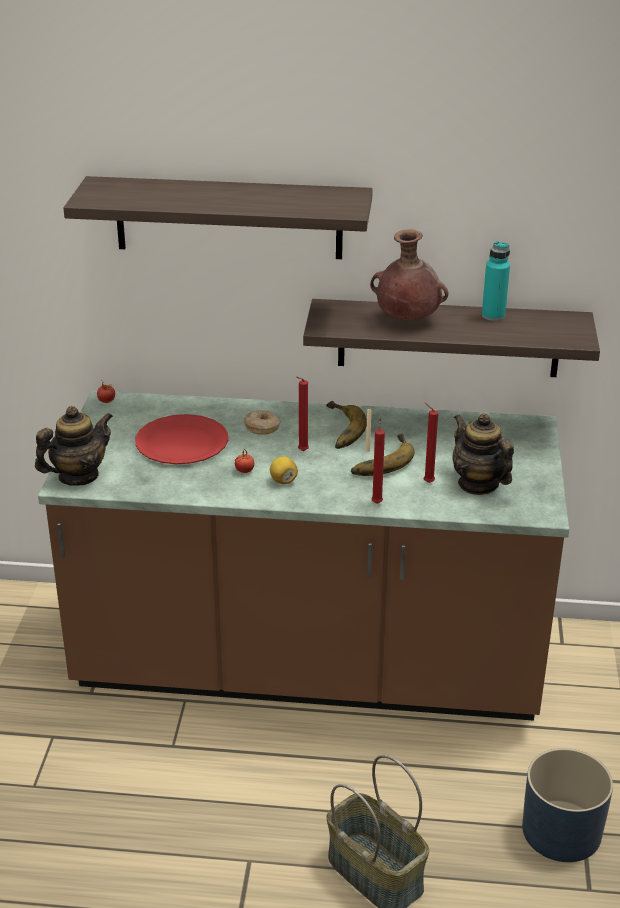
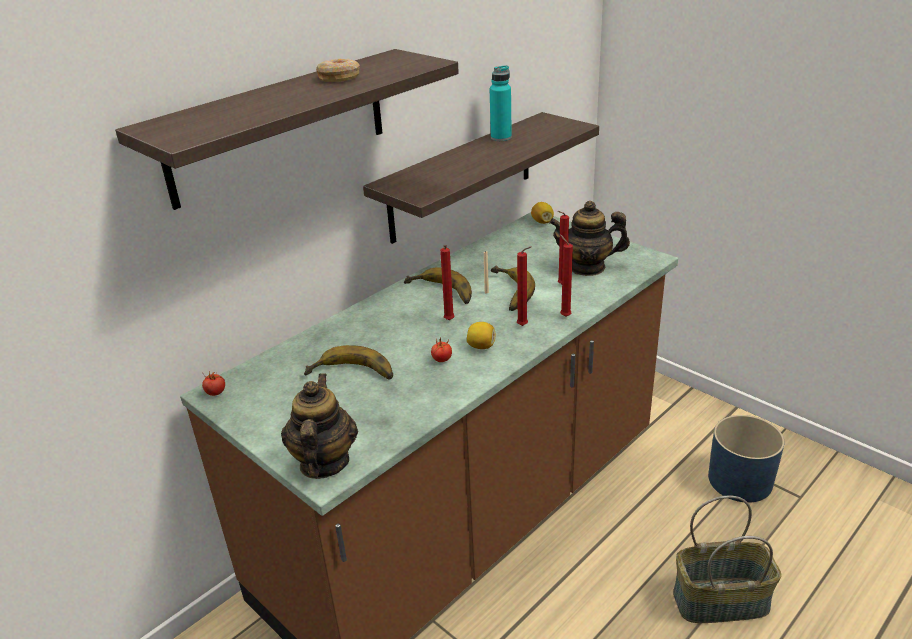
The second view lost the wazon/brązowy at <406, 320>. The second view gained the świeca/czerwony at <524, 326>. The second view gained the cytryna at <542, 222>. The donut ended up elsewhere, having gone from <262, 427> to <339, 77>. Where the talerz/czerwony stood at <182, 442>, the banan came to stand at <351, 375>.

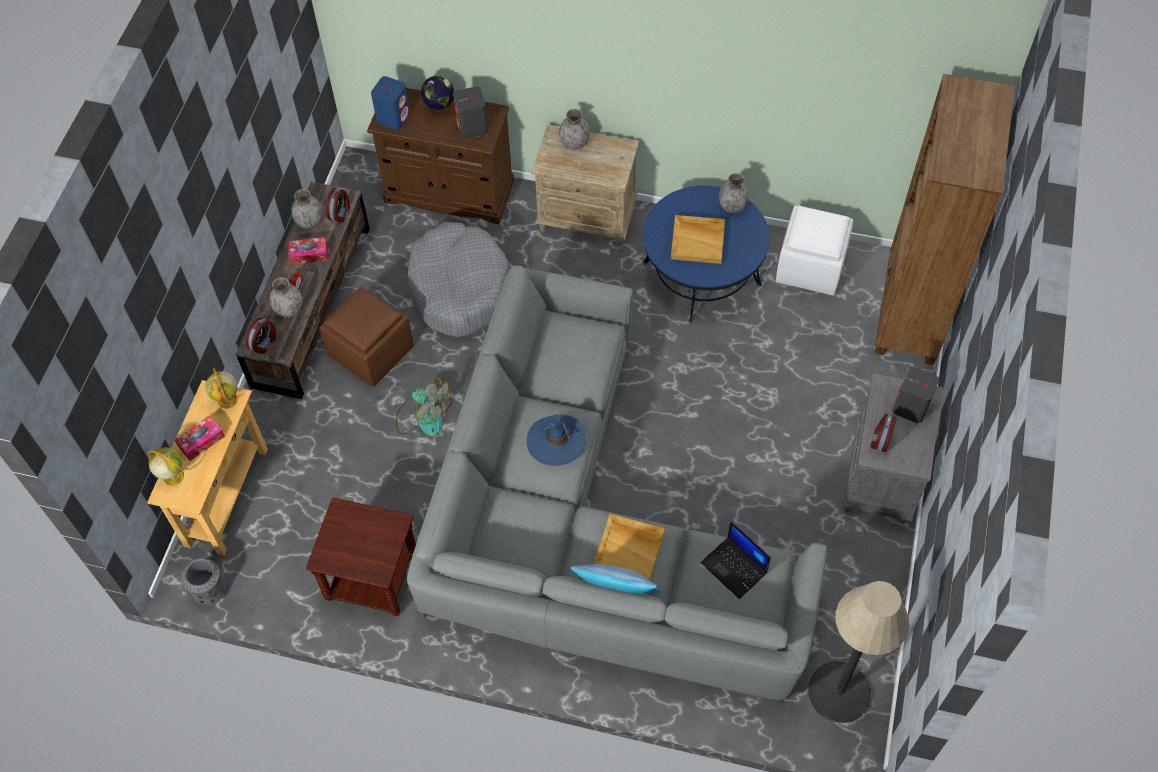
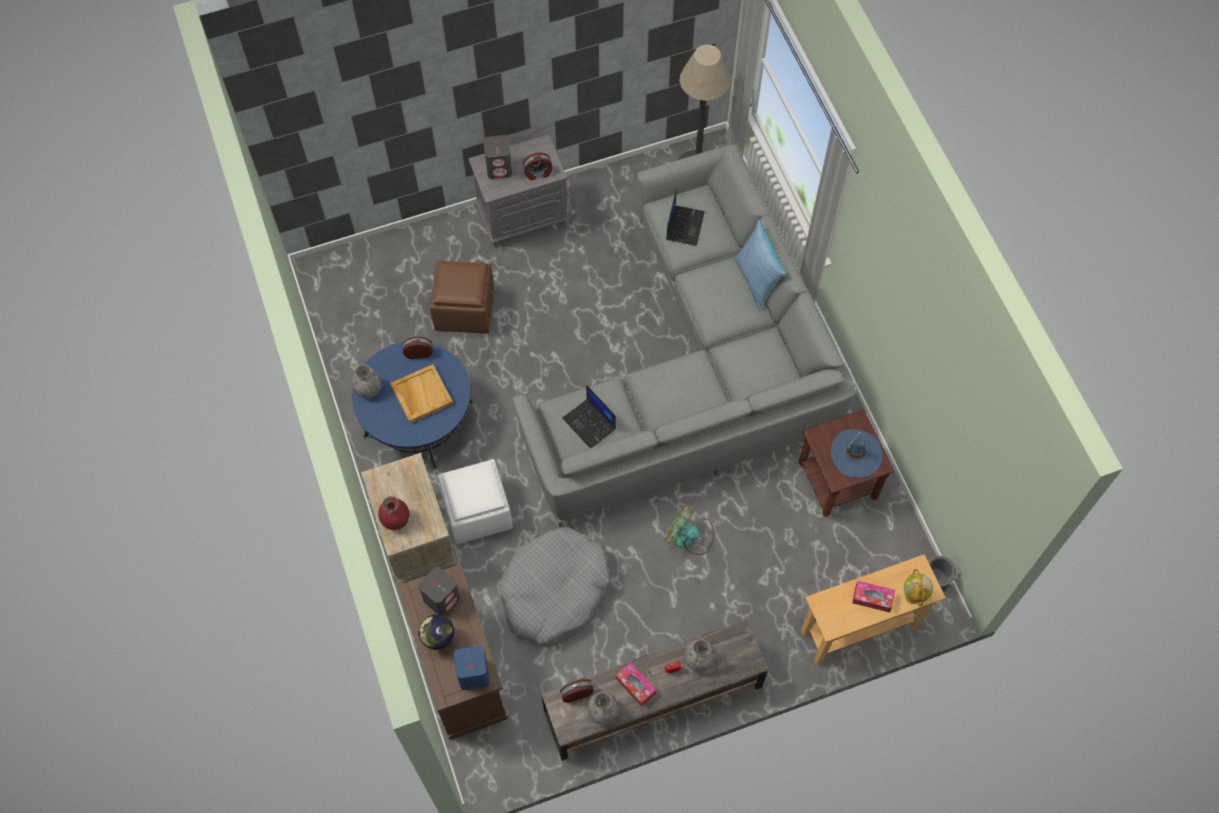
The second view lost the globus at <227, 400>. The second view lost the taca/beżowy at <629, 549>. The second view lost the regał/brązowy at <909, 312>. The second view gained the laptop at <590, 424>. The budzik ended up elsewhere, having gone from <264, 343> to <418, 352>. The pufa/brązowy ended up elsewhere, having gone from <372, 351> to <464, 309>. The kapelusz/niebieski ended up elsewhere, having gone from <556, 441> to <856, 454>. The pufa/biały ended up elsewhere, having gone from <811, 266> to <476, 511>. What was the wazon/szary at <574, 143> turned into the wazon/czerwony at <395, 520>. The wentylator at <422, 416> ended up facing another way, 60 degrees counterclockwise from before.

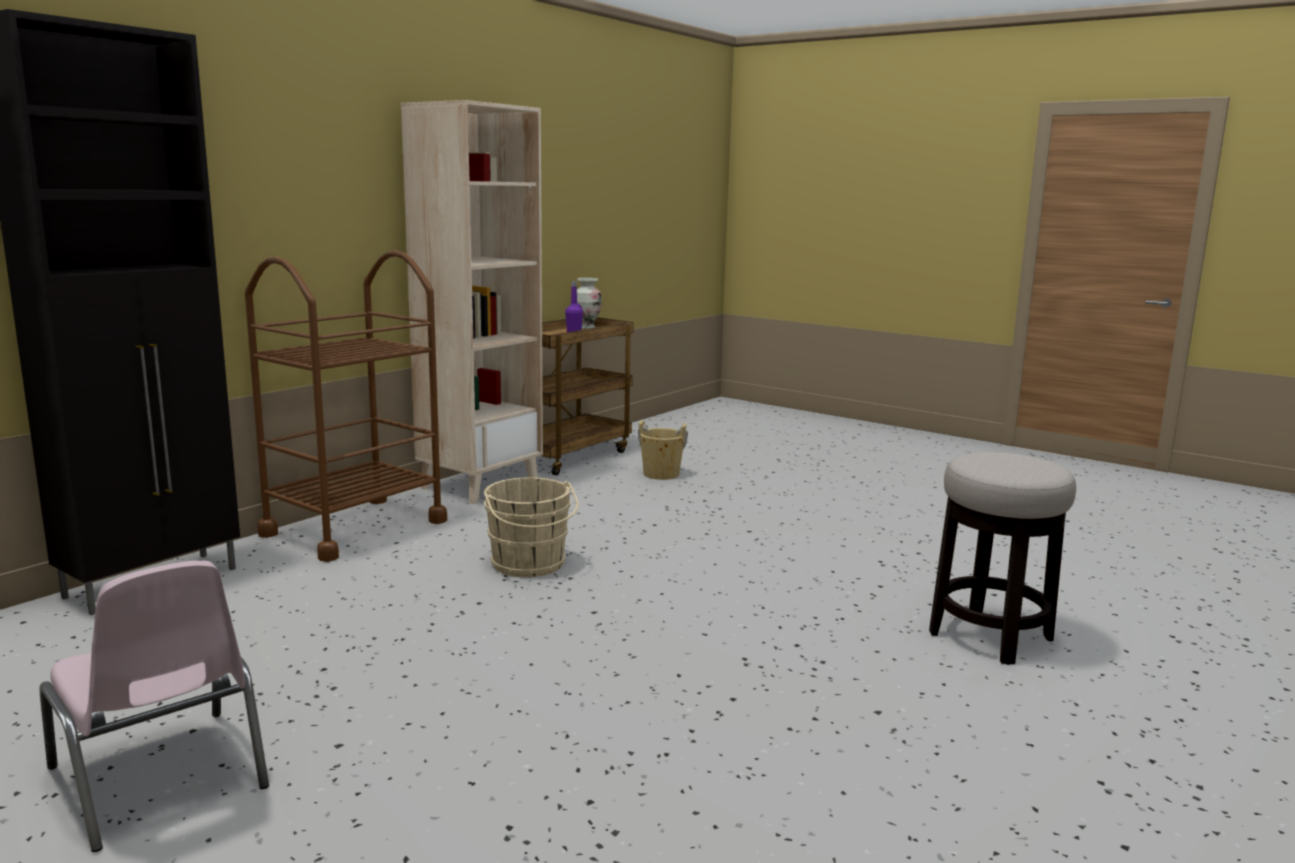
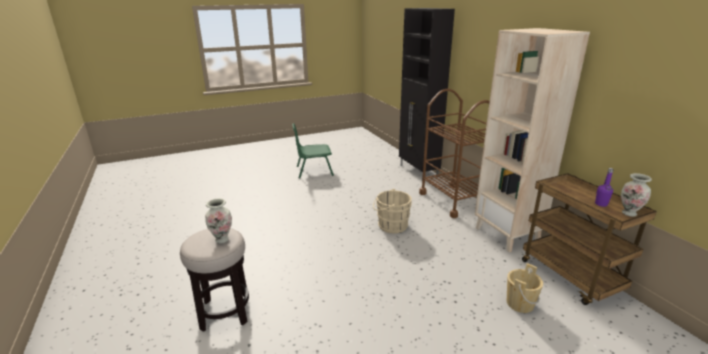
The second view gained the wazon at <222, 240>. What was the krzesło/różowy at <160, 779> turned into the krzesło/zielony at <313, 171>.

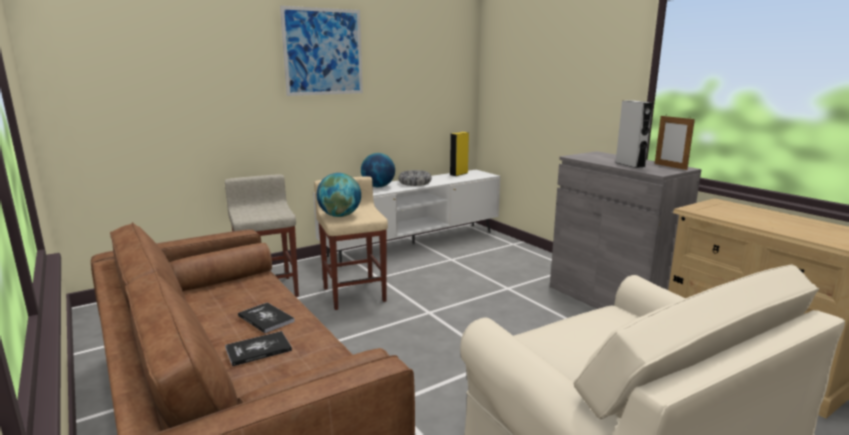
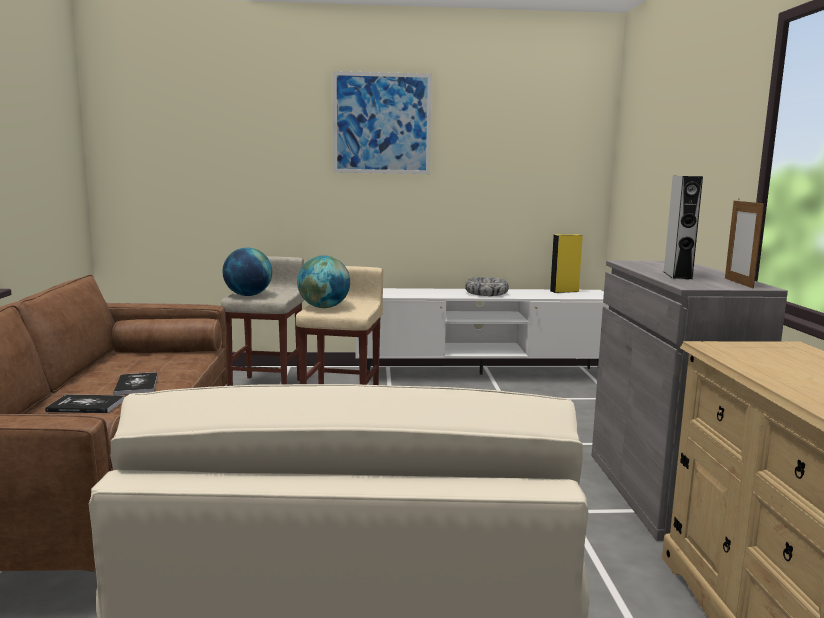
The globus ended up elsewhere, having gone from <378, 186> to <248, 295>.

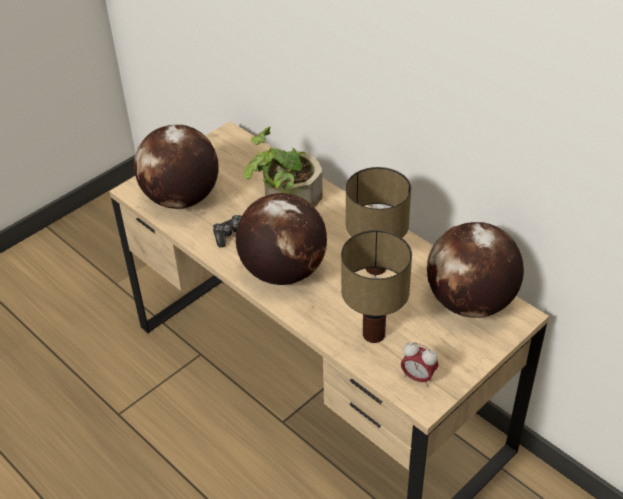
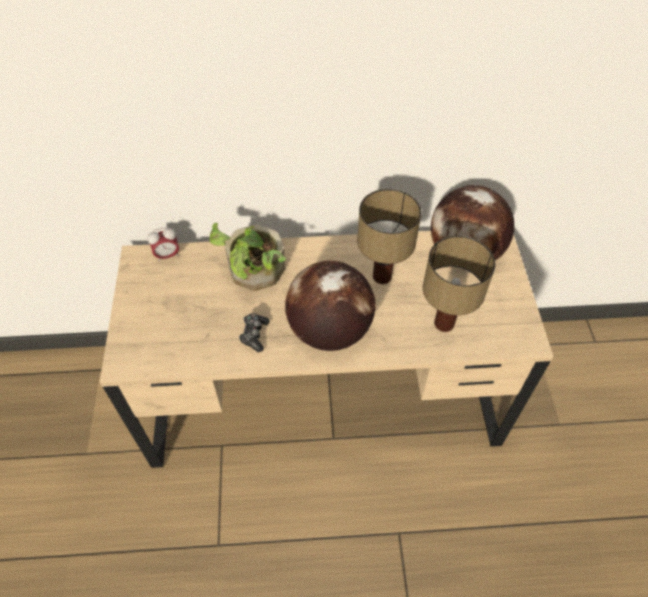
The second view lost the globus at <181, 199>. The budzik ended up elsewhere, having gone from <418, 377> to <167, 255>.

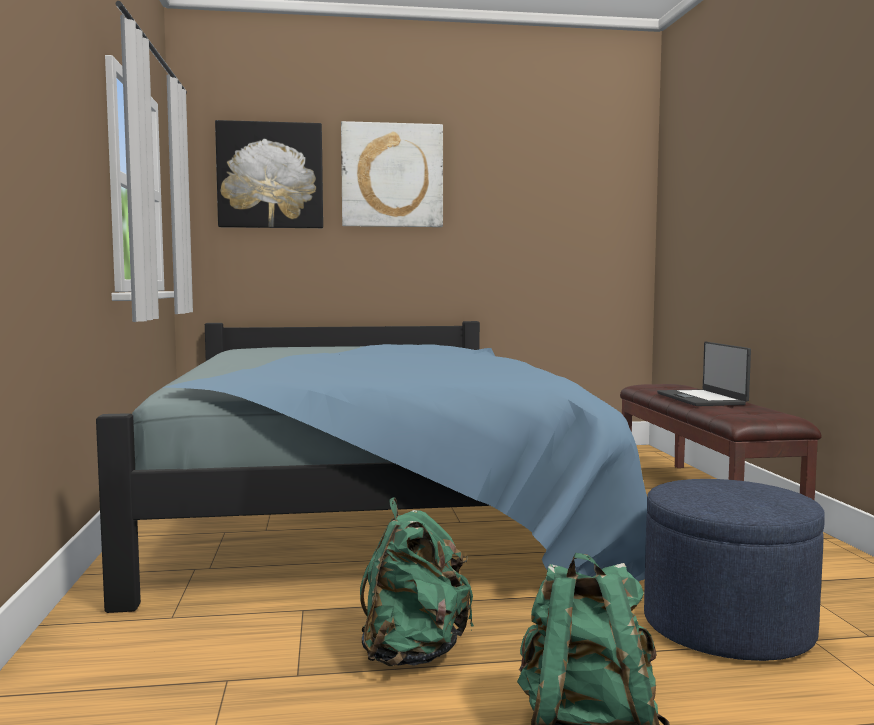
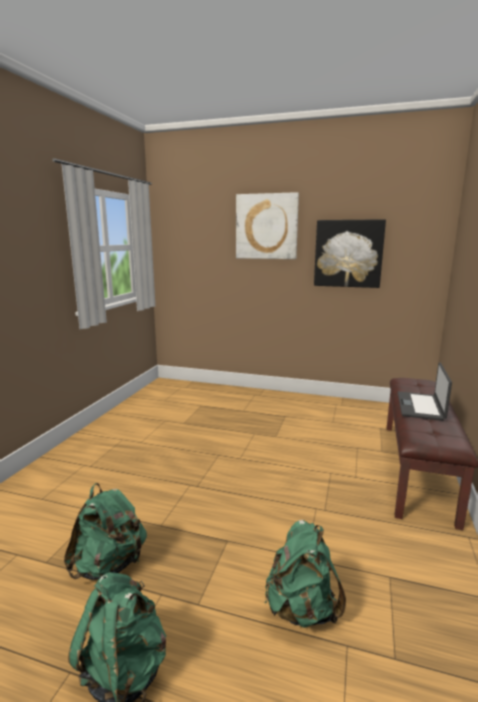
The second view lost the łóżko/niebieski at <369, 509>. The obraz ended up elsewhere, having gone from <270, 175> to <348, 253>. Where the pufa/niebieski stood at <727, 626>, the plecak/zielony came to stand at <301, 608>.

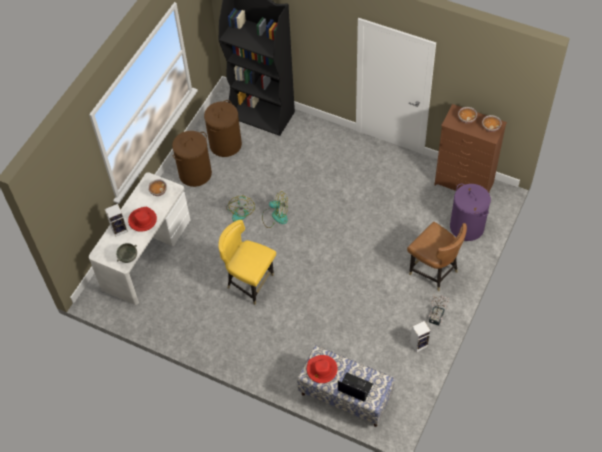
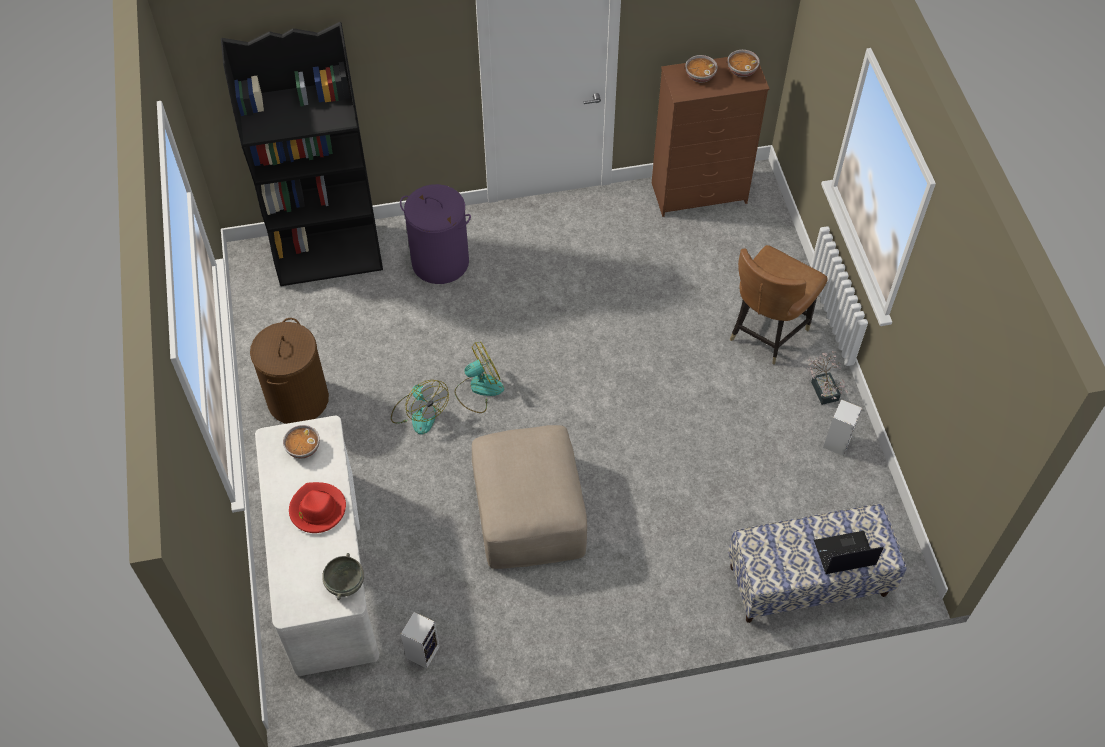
The second view lost the kosz na pranie/brązowy at <225, 144>. The second view lost the kapelusz/czerwony at <321, 370>. The głośnik ended up elsewhere, having gone from <120, 229> to <423, 651>. The kosz na pranie/fioletowy ended up elsewhere, having gone from <467, 227> to <440, 262>. Where the krzesło/żółty stood at <250, 283>, the pufa/beżowy came to stand at <528, 510>. The krzesło/brązowy at <434, 271> ended up facing another way, 120 degrees clockwise from before.

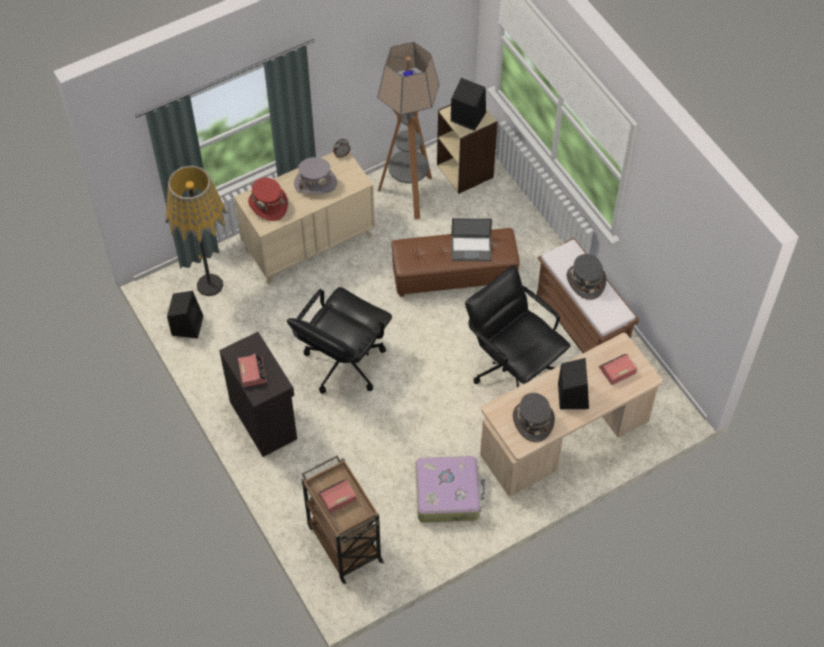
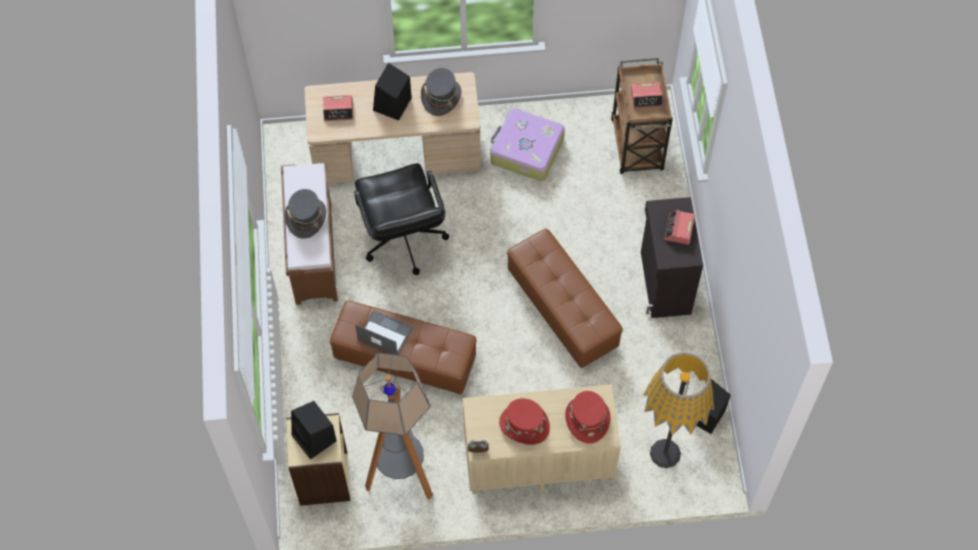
Where the krzesło biurowe/czarny stood at <343, 363>, the pufa/brązowy came to stand at <563, 309>. What was the kapelusz/szary at <315, 183> turned into the kapelusz/czerwony at <524, 425>.

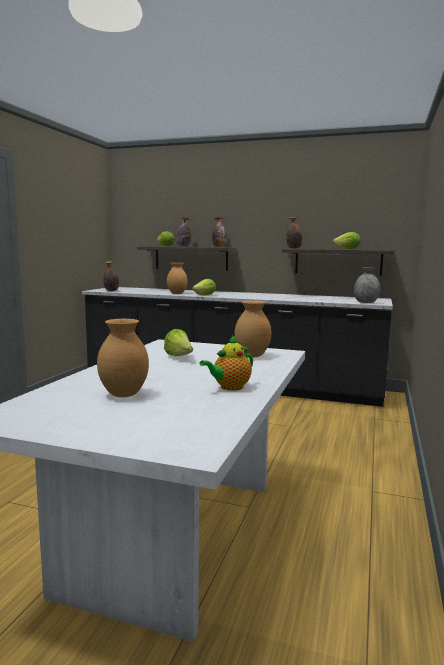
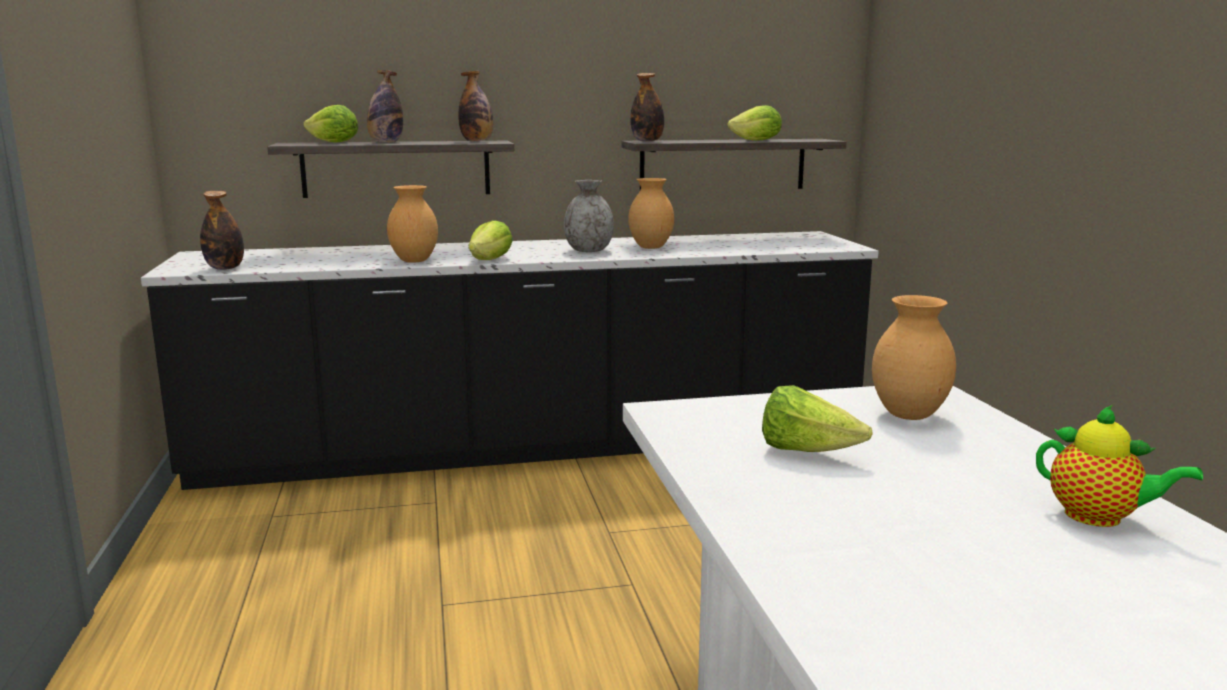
The wazon/brązowy ended up elsewhere, having gone from <123, 394> to <650, 247>. The wazon/szary ended up elsewhere, having gone from <365, 302> to <588, 251>. The imbryk at <229, 387> ended up facing another way, 75 degrees counterclockwise from before.

